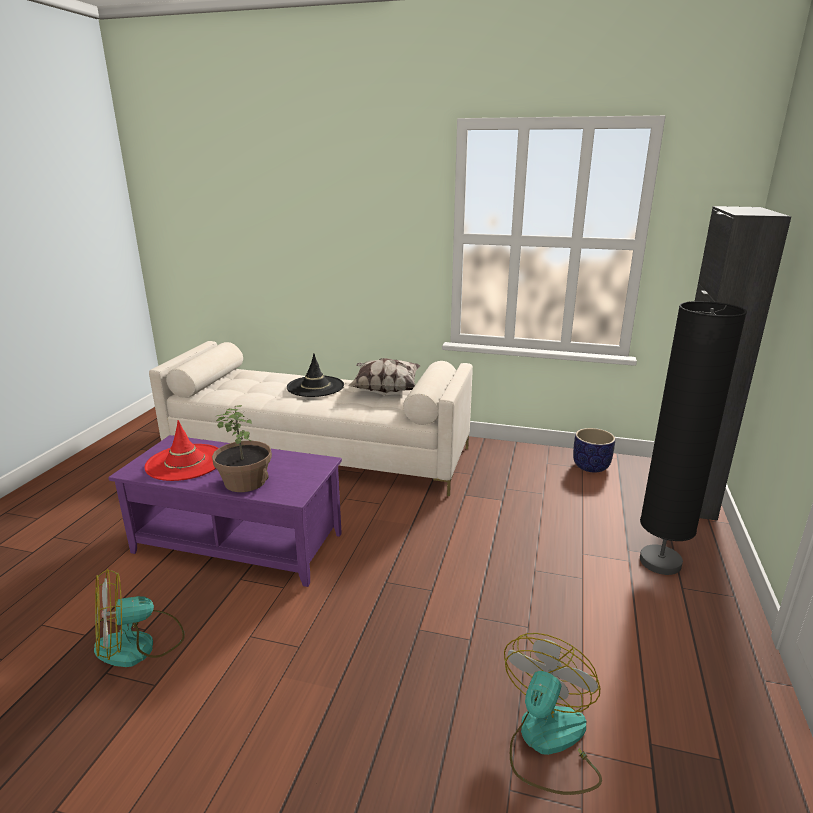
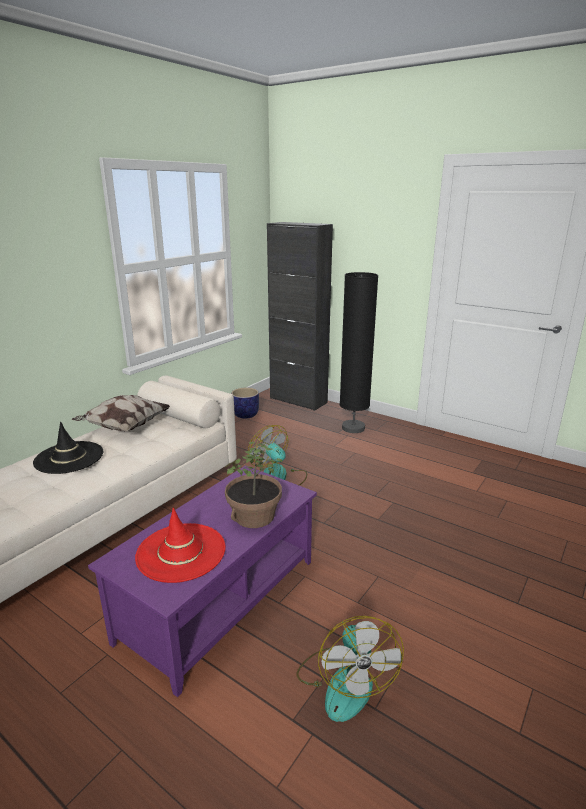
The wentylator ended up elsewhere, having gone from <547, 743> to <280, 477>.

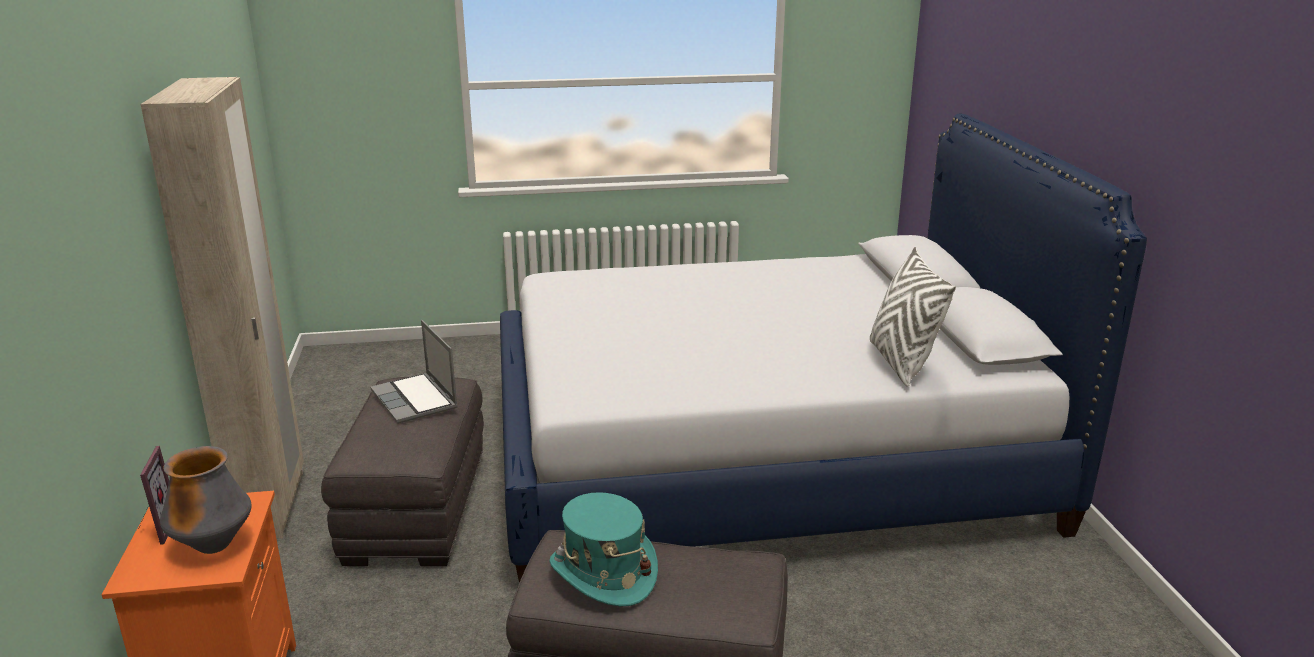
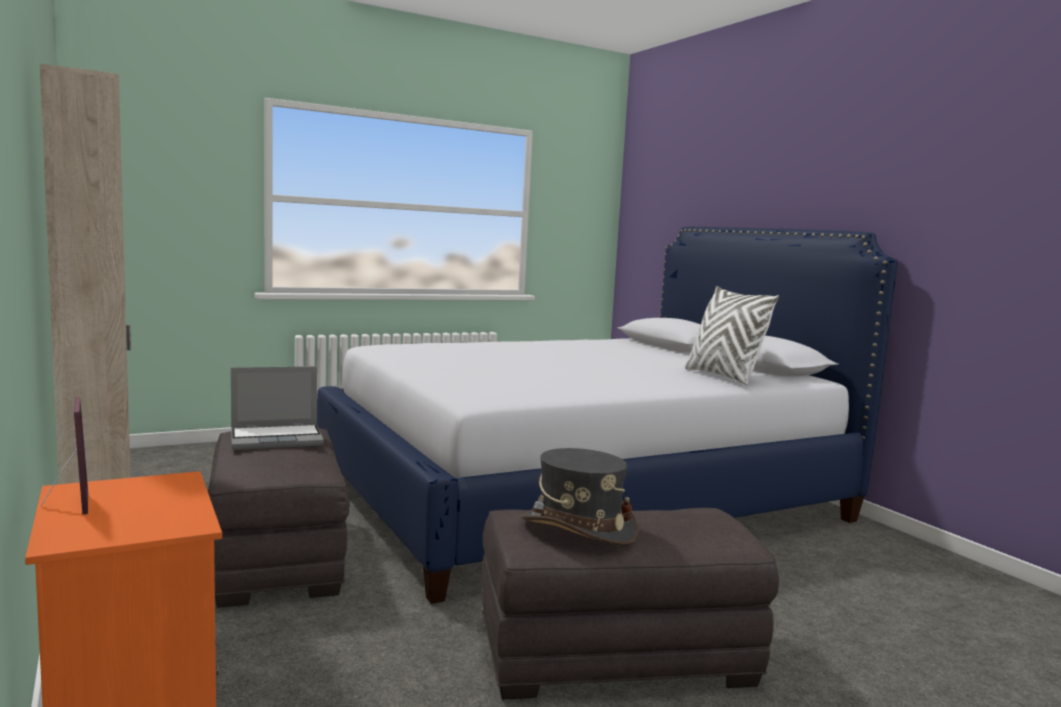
The second view lost the wazon at <214, 546>. What was the kapelusz/turkusowy at <603, 573> turned into the kapelusz/szary at <578, 528>. The laptop at <416, 400> ended up facing another way, 60 degrees counterclockwise from before.

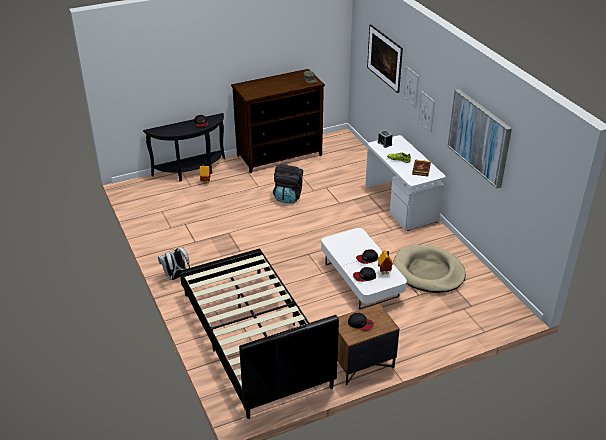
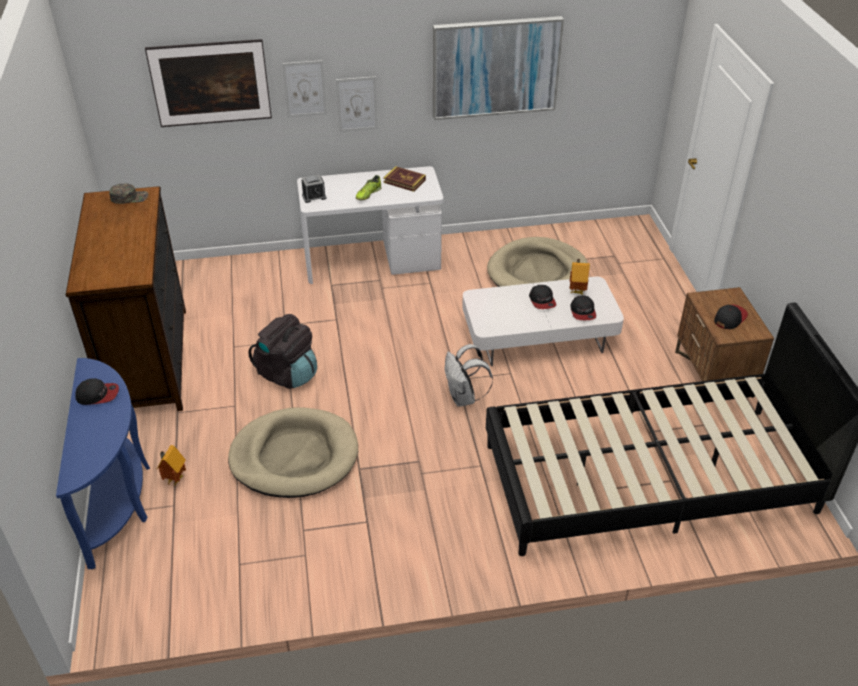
The second view gained the legowisko/beżowy at <294, 456>. The plecak/biały ended up elsewhere, having gone from <176, 277> to <464, 398>. What was the stolik konsolowy/czarny at <191, 171> turned into the stolik konsolowy/niebieski at <120, 497>.

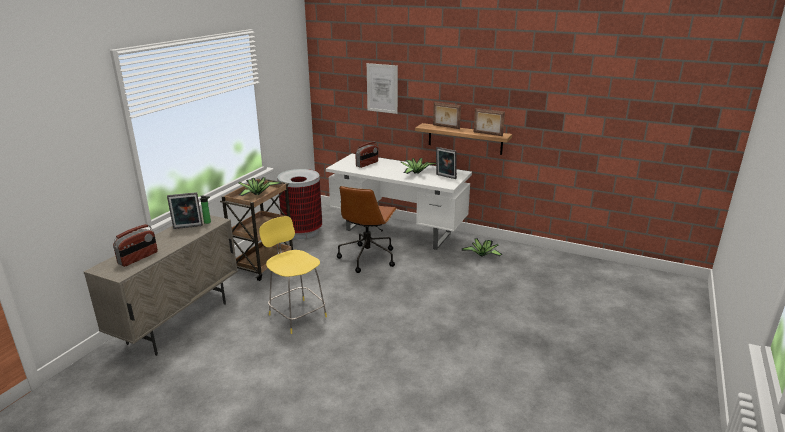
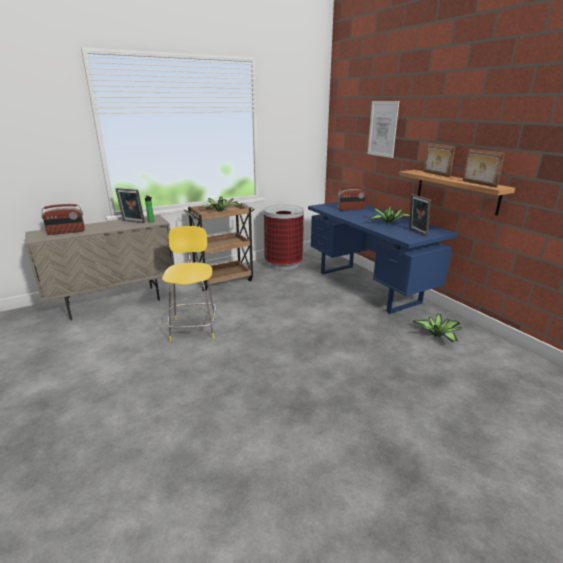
The second view lost the krzesło biurowe/brązowy at <368, 257>. What was the biurko/biały at <398, 232> turned into the biurko/niebieski at <368, 287>.

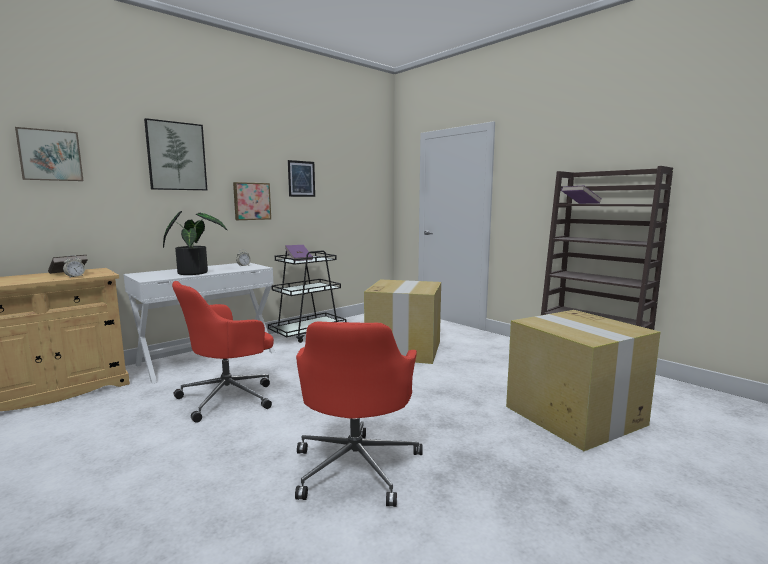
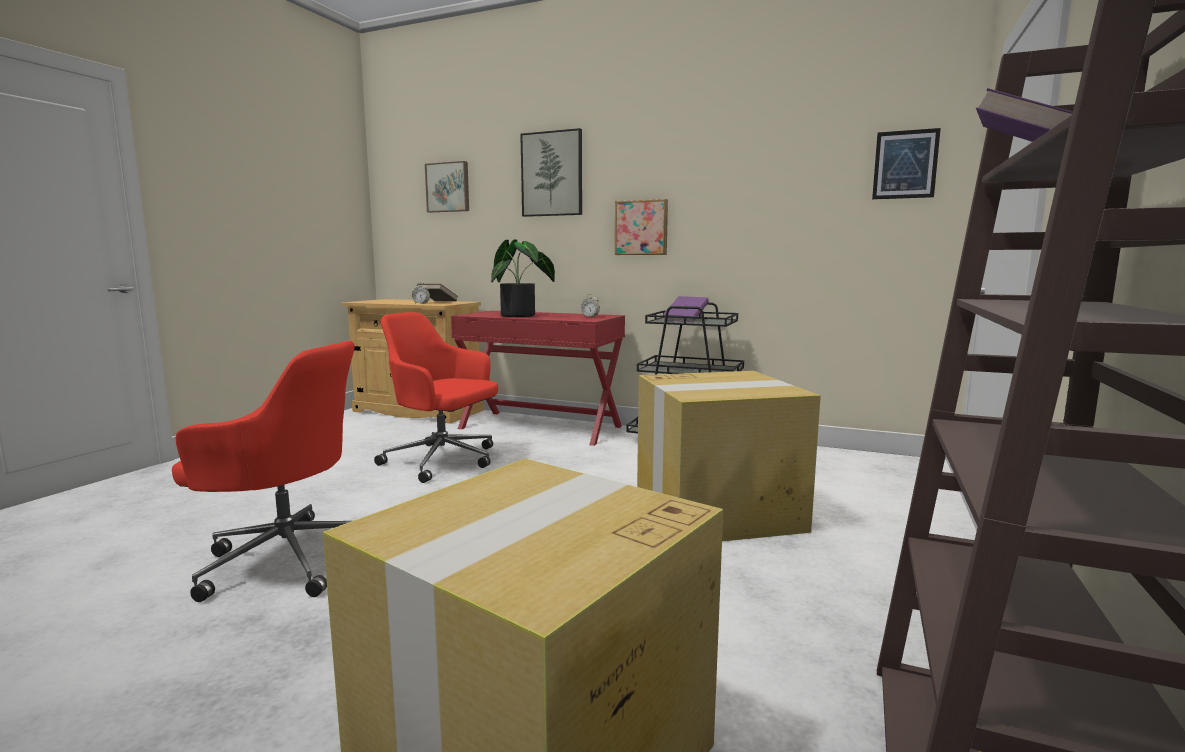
The obraz ended up elsewhere, having gone from <301, 179> to <905, 164>. What was the biurko/biały at <208, 358> turned into the biurko/czerwony at <541, 427>. The krzesło biurowe/czerwony at <357, 465> ended up facing another way, 150 degrees counterclockwise from before.

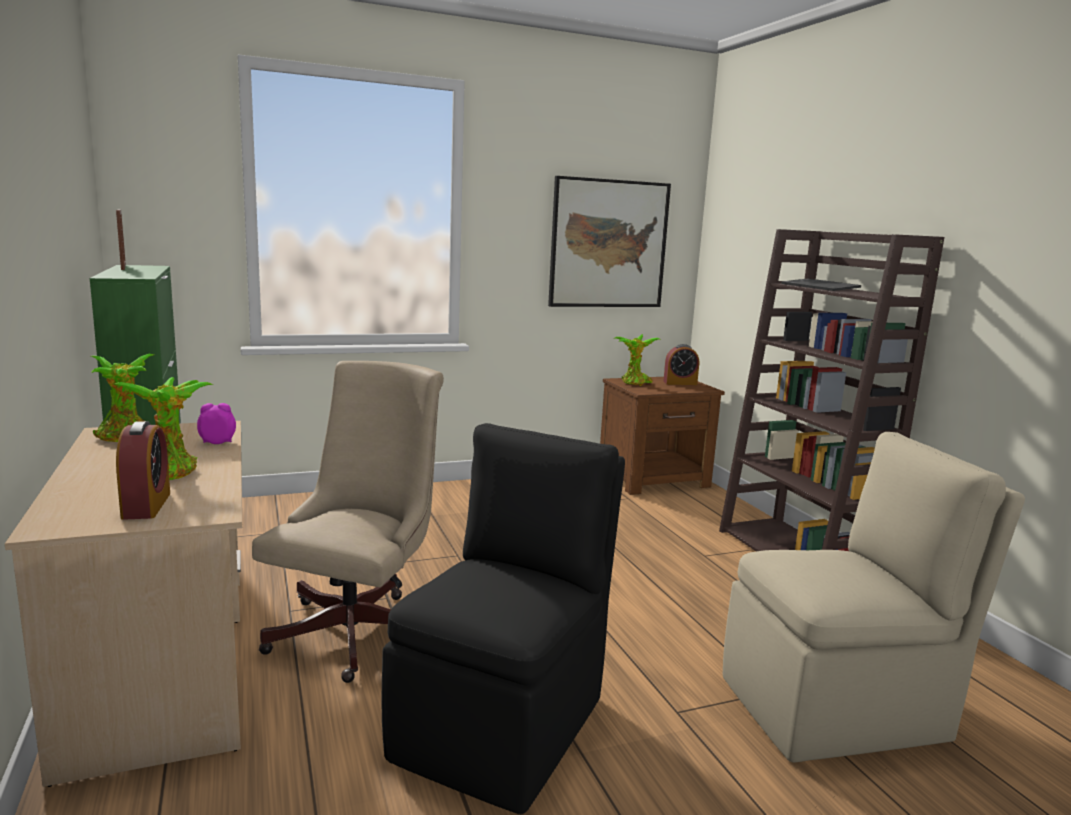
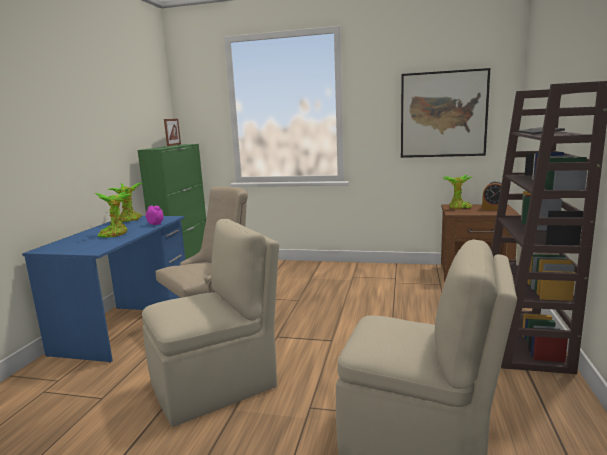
The second view lost the budzik at <146, 505>. What was the biurko/beżowy at <163, 664> turned into the biurko/niebieski at <127, 322>. What was the krzesło/czarny at <503, 724> turned into the krzesło/beżowy at <217, 384>.

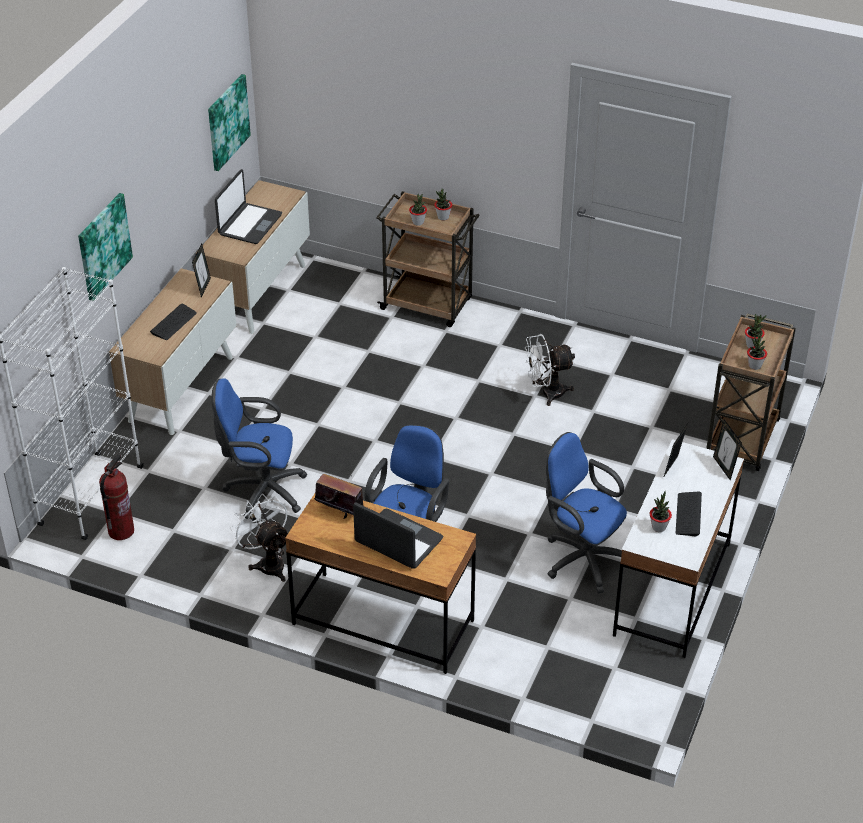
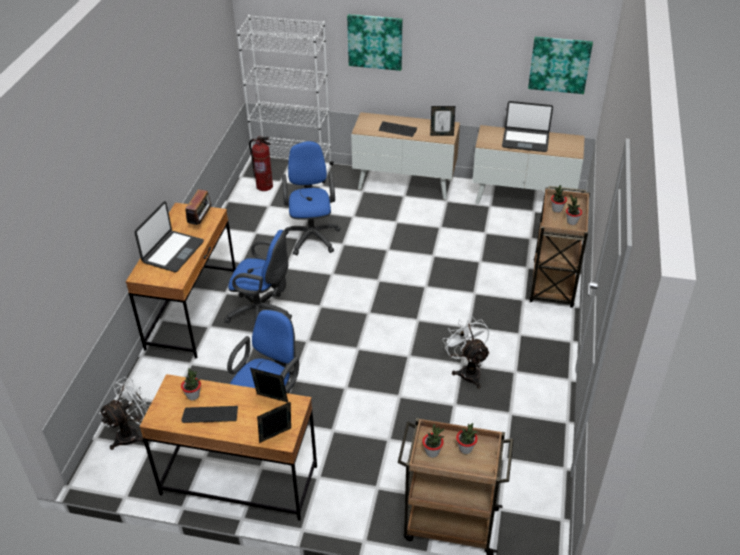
The wentylator/biały ended up elsewhere, having gone from <268, 562> to <133, 433>. What was the biurko/biały at <672, 589> turned into the biurko/brązowy at <239, 480>.

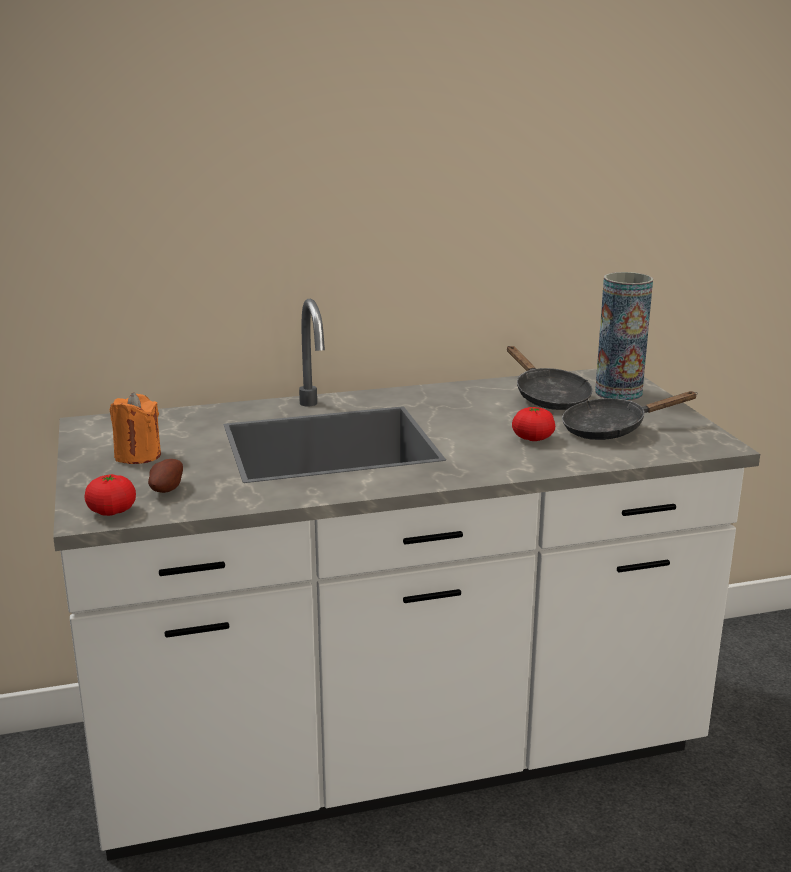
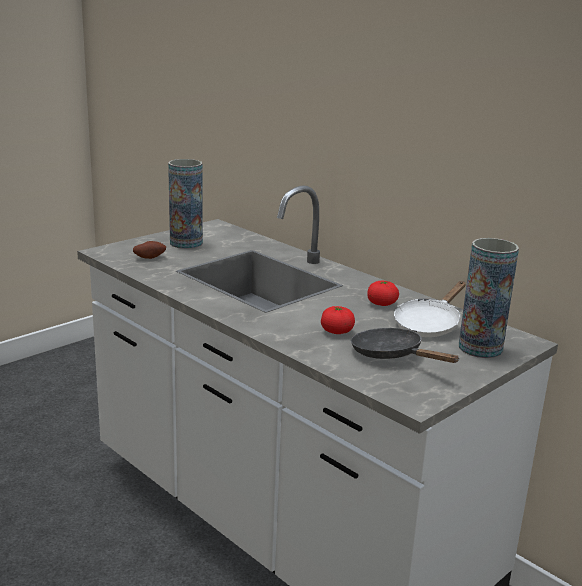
The pomidor ended up elsewhere, having gone from <112, 511> to <382, 304>. Where the świeca/pomarańczowy stood at <138, 455>, the wazon came to stand at <186, 243>. What was the patelnia/czarny at <548, 397> turned into the patelnia/biały at <429, 324>.

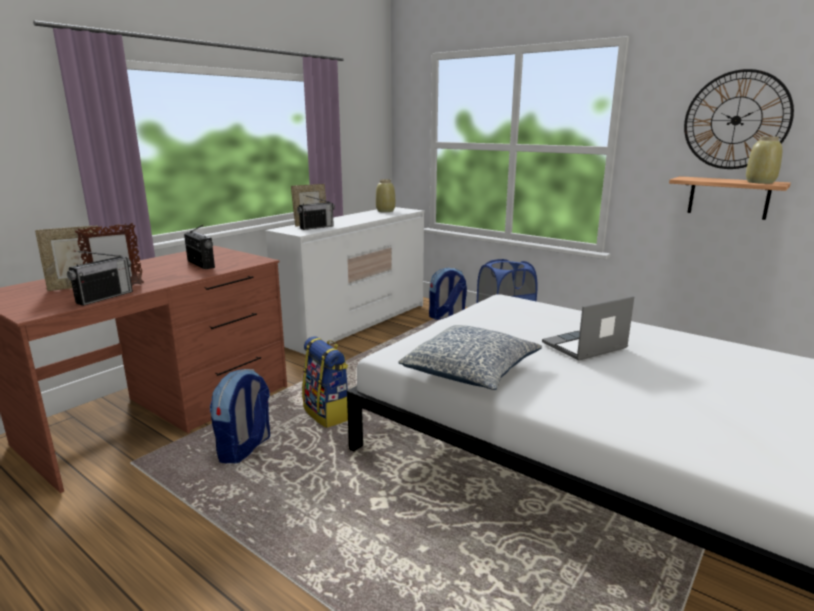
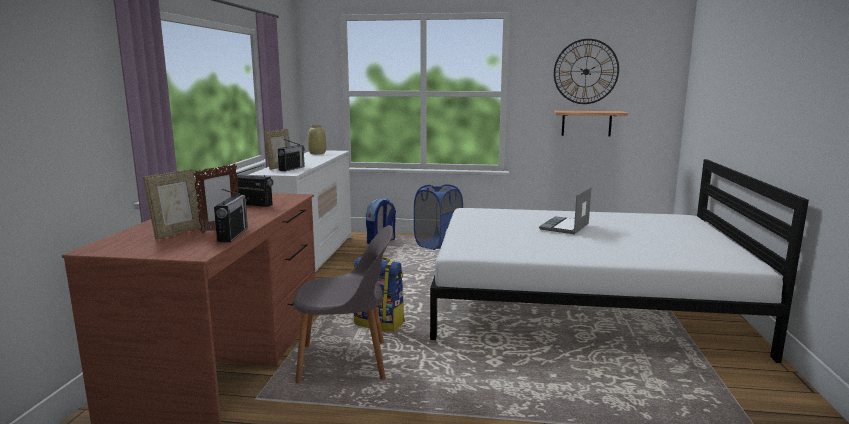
The second view lost the poduszka at <471, 371>. The second view lost the wazon/beżowy at <760, 182>. Where the plecak stood at <245, 449>, the krzesło/szary came to stand at <346, 362>.

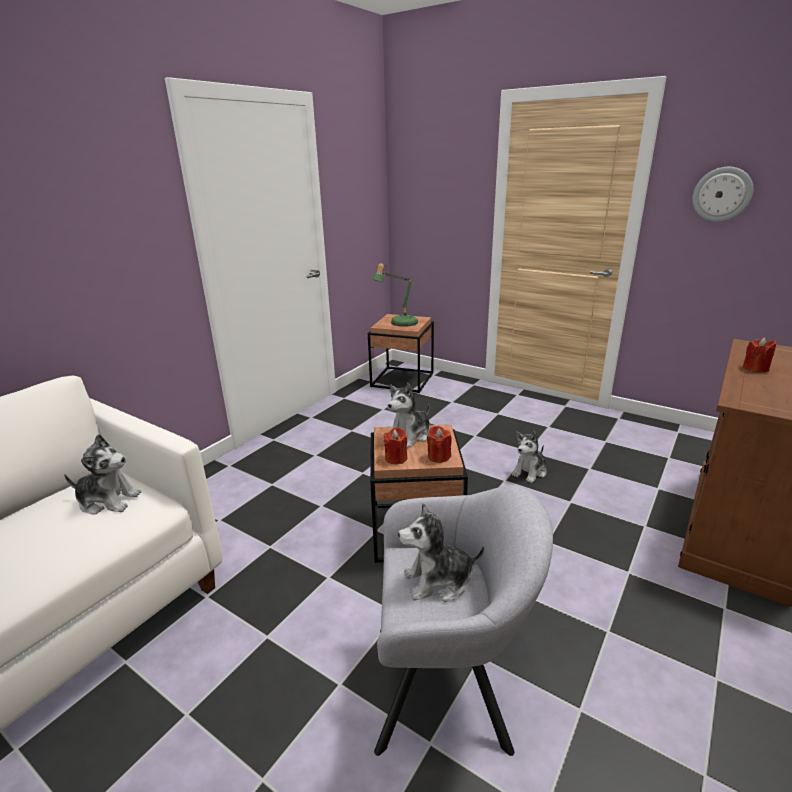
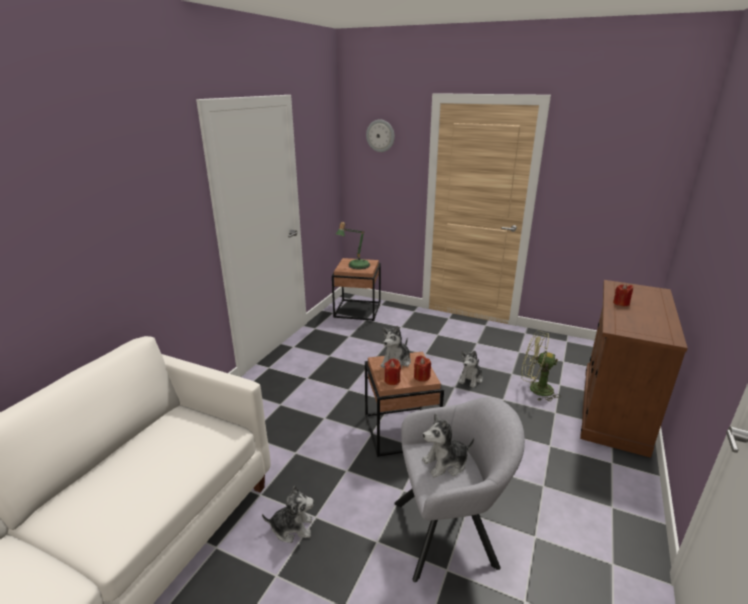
The second view gained the wentylator/zielony at <535, 389>. The pluszak ended up elsewhere, having gone from <108, 500> to <292, 528>. The zegar ścienny ended up elsewhere, having gone from <722, 194> to <380, 135>.

